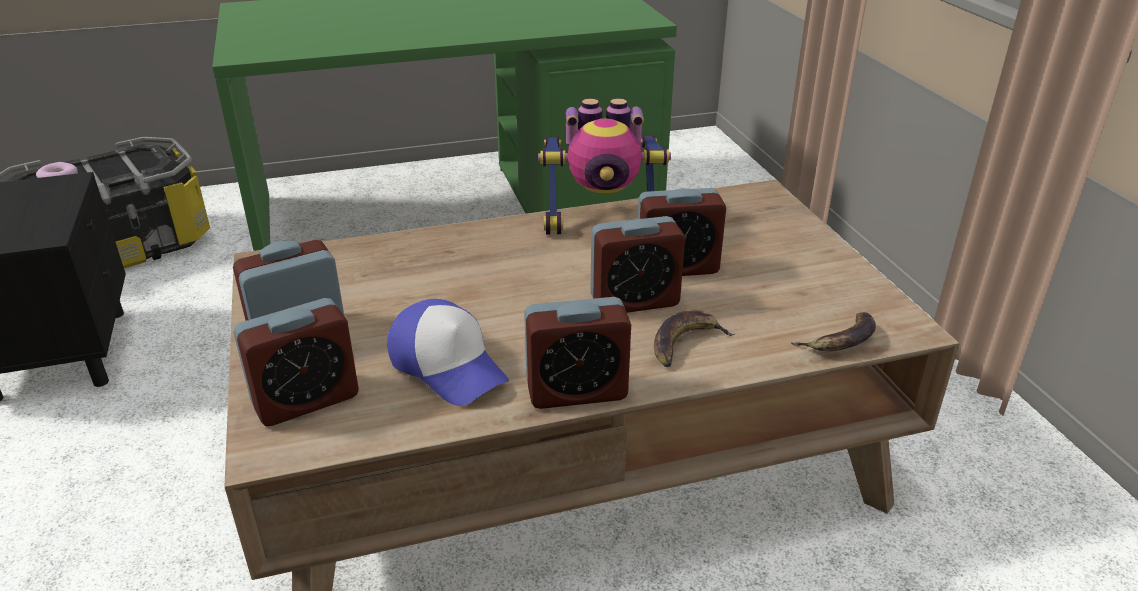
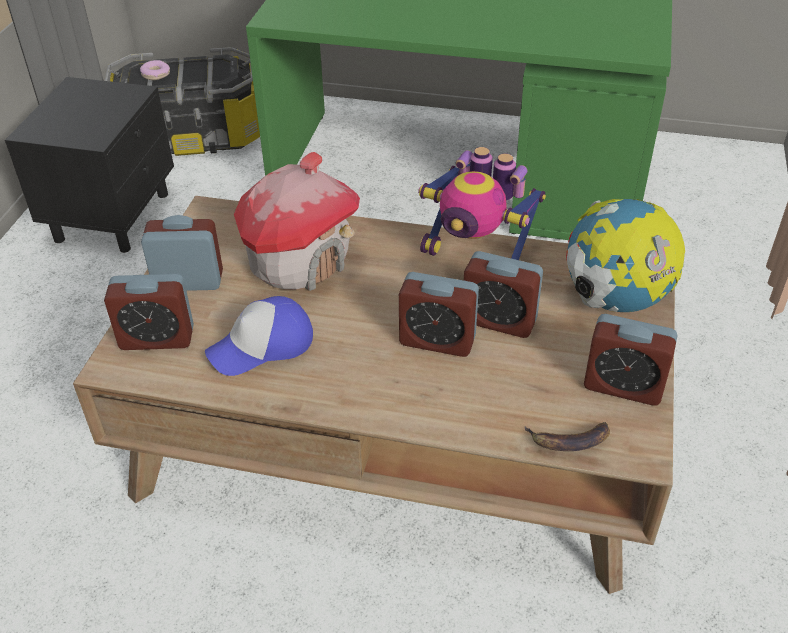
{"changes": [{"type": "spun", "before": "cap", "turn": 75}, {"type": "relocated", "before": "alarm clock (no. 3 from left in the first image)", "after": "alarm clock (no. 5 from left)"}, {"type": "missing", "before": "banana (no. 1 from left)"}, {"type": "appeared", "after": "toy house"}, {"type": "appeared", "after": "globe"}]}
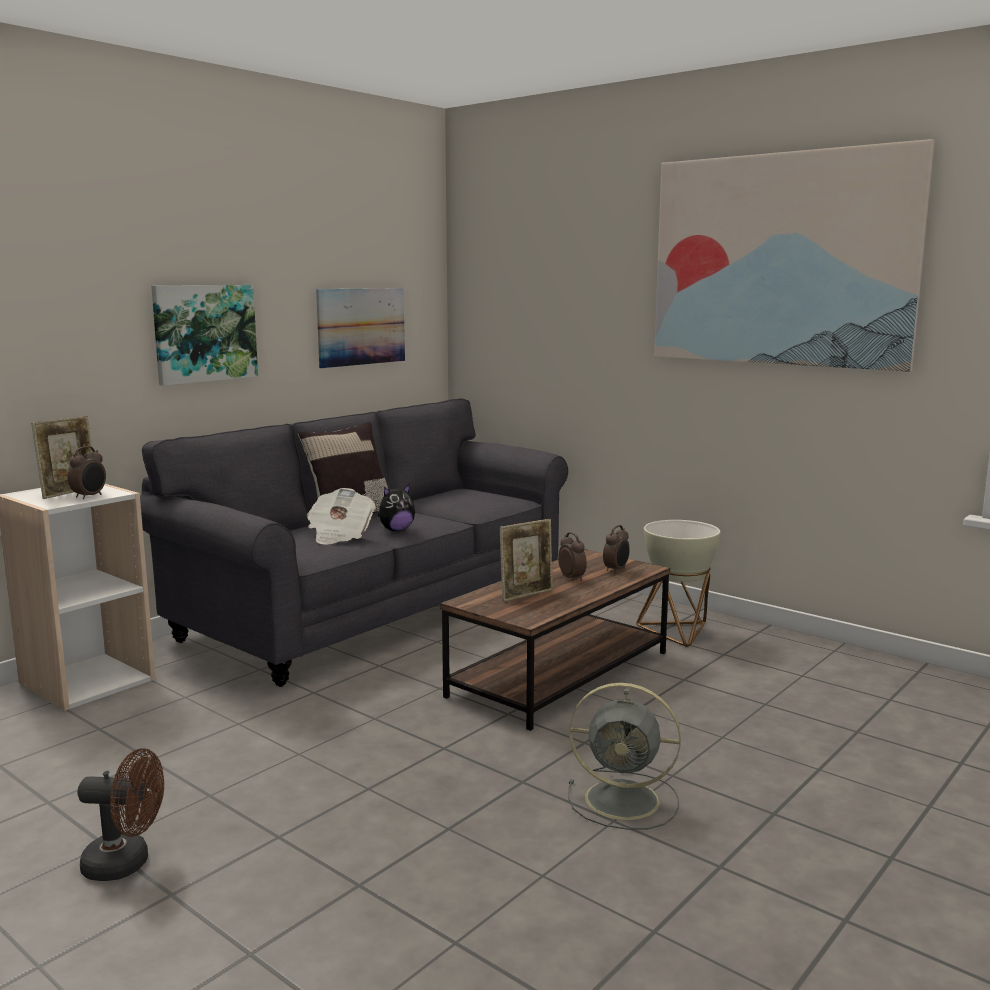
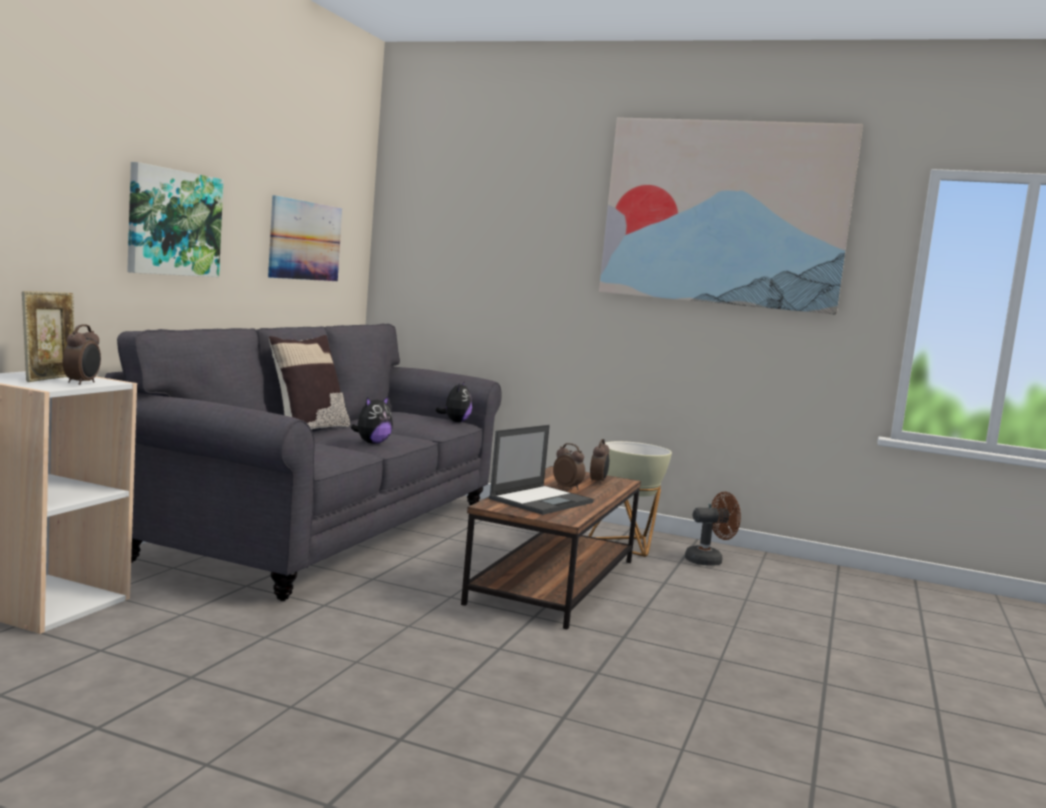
{"changes": [{"type": "relocated", "before": "fan (brown)"}, {"type": "missing", "before": "newspaper"}, {"type": "exchanged", "before": "picture frame (no. 2 from left)", "after": "laptop"}, {"type": "missing", "before": "fan (grey)"}, {"type": "appeared", "after": "plush toy (no. 2 from left)"}]}
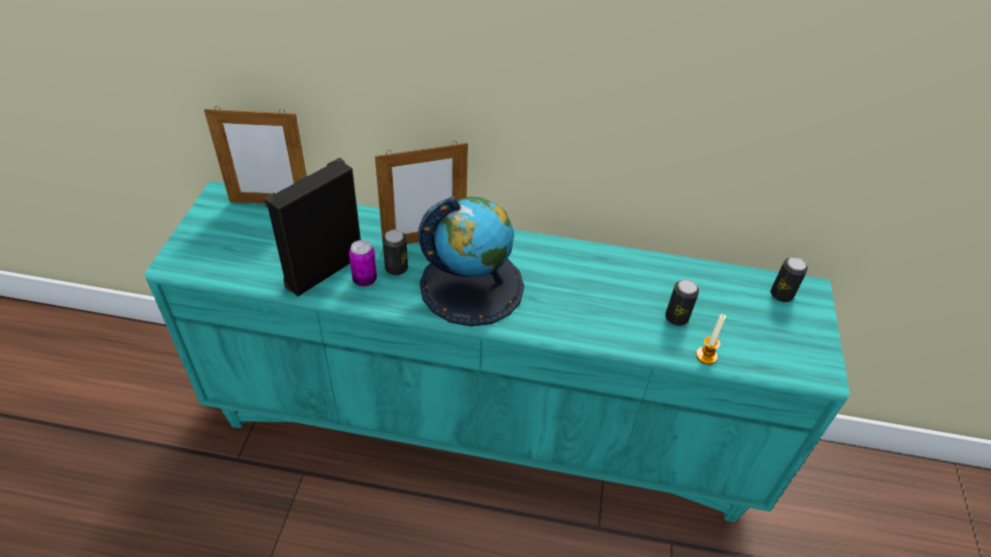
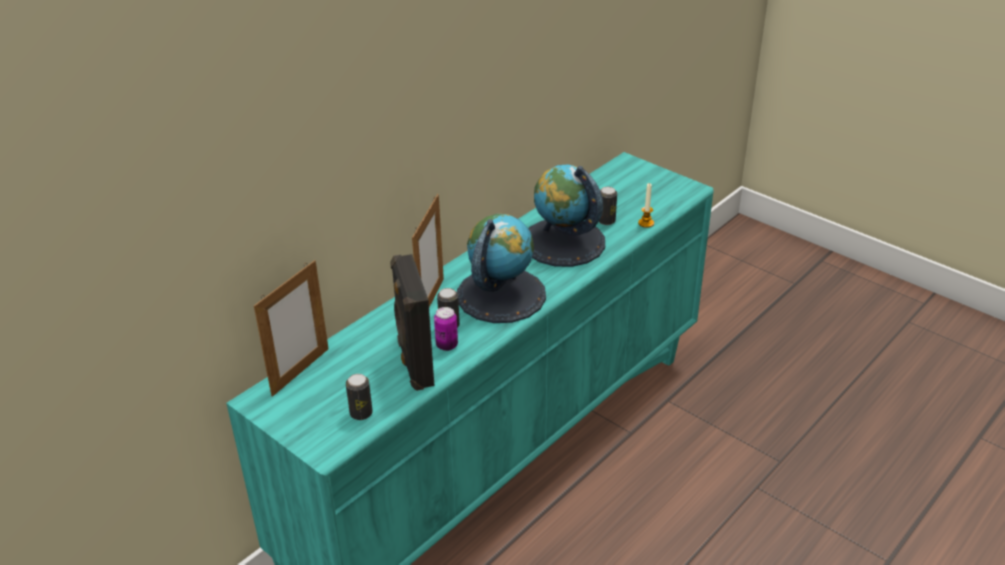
{"changes": [{"type": "relocated", "before": "can (no. 4 from left in the first image)", "after": "can (no. 1 from left)"}, {"type": "appeared", "after": "globe (no. 2 from left)"}]}
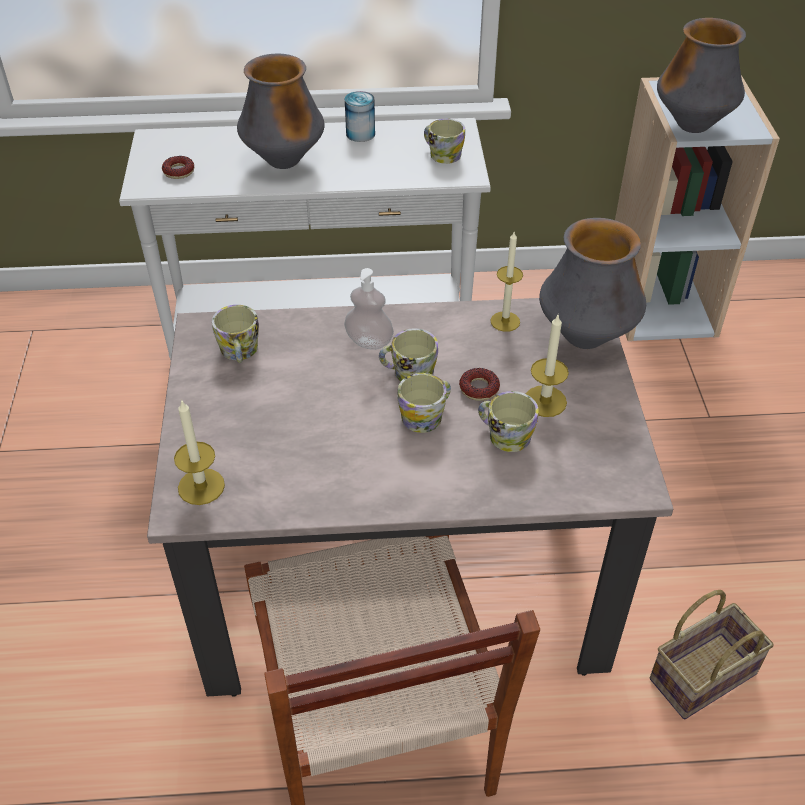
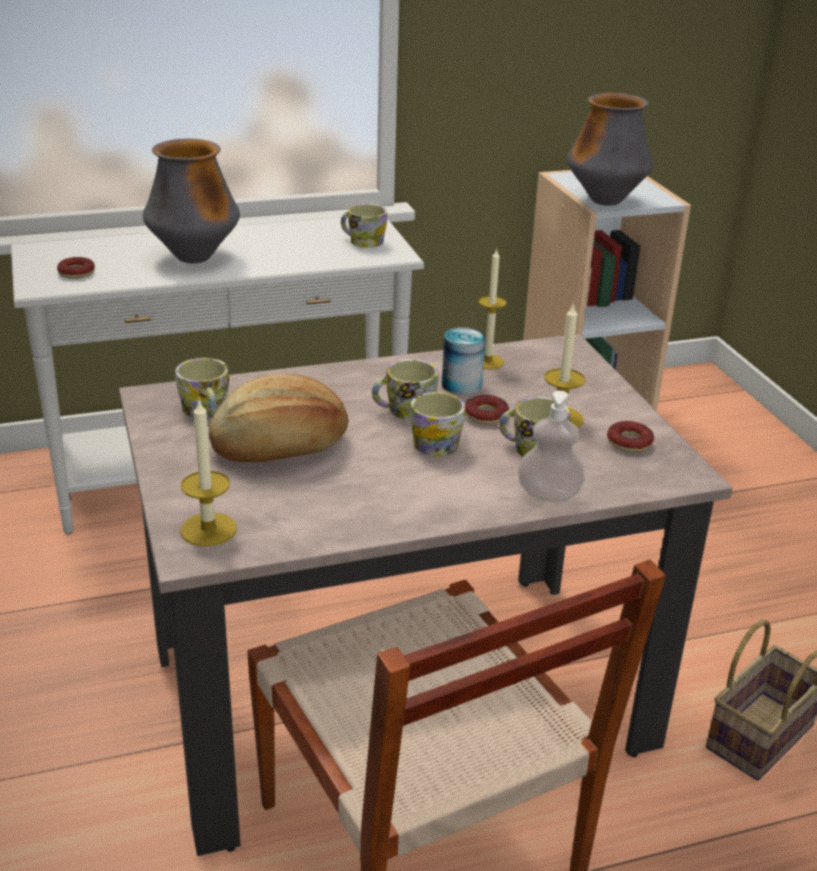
{"changes": [{"type": "relocated", "before": "soap dispenser"}, {"type": "relocated", "before": "can"}, {"type": "missing", "before": "vase (no. 2 from left)"}, {"type": "appeared", "after": "bread"}, {"type": "appeared", "after": "donut (no. 3 from left)"}]}
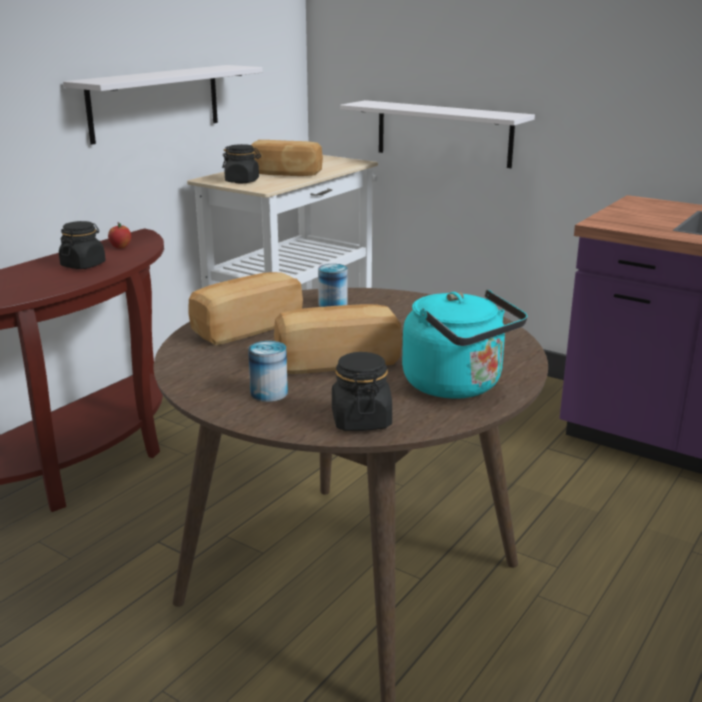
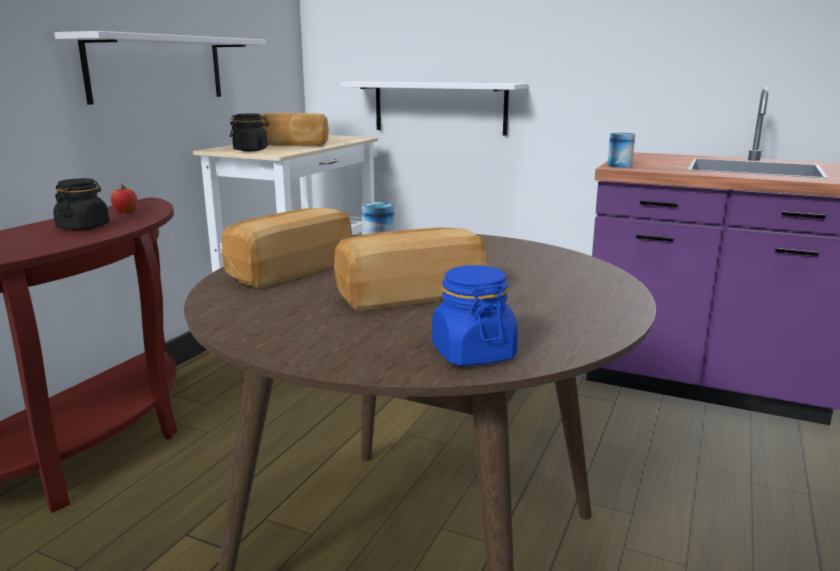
{"changes": [{"type": "relocated", "before": "can (no. 1 from left in the first image)", "after": "can (no. 2 from left)"}, {"type": "colour", "before": "jar (black) (no. 3 from left)", "after": "jar (blue)"}, {"type": "missing", "before": "kettle (turquoise)"}]}
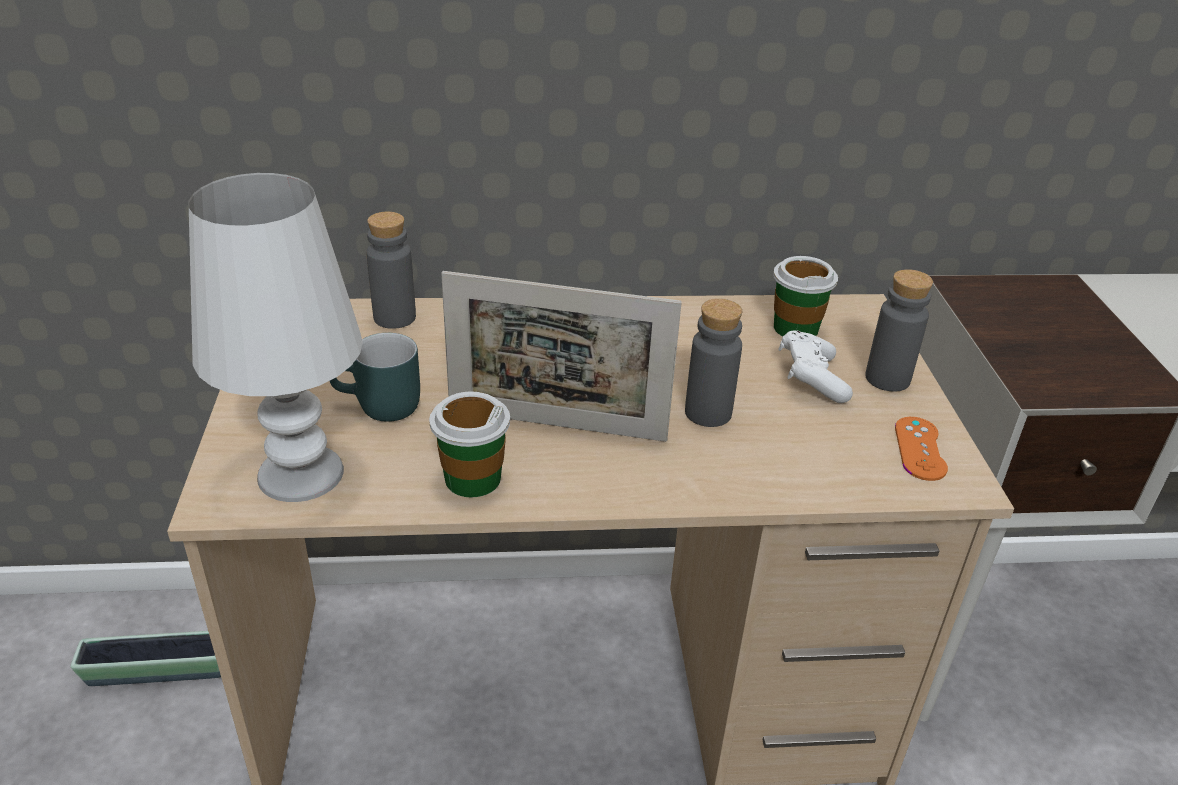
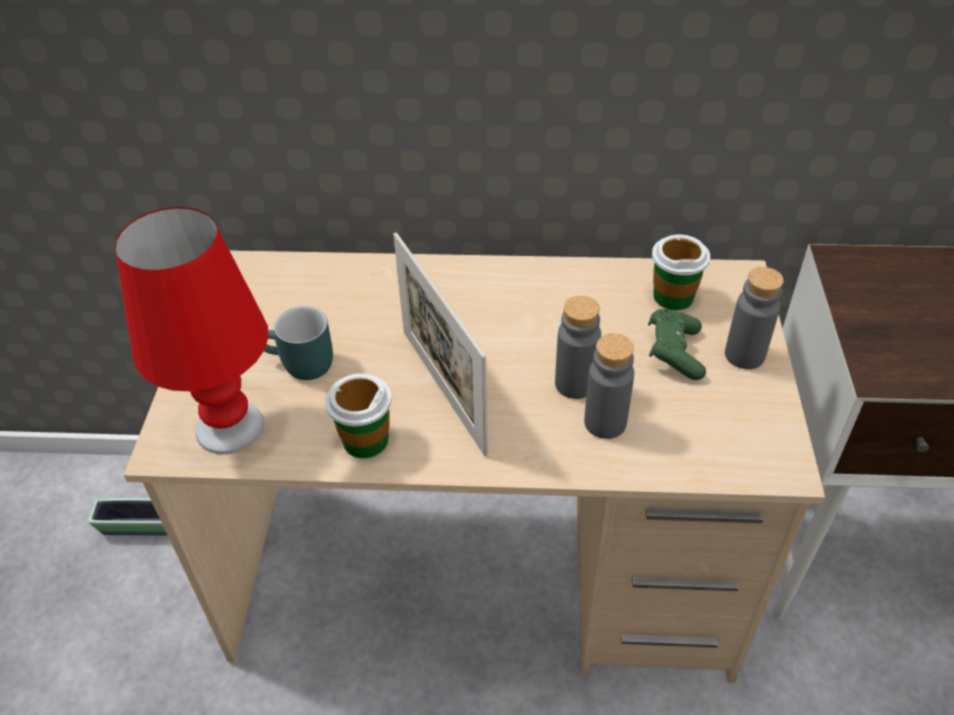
{"changes": [{"type": "colour", "before": "table lamp (white)", "after": "table lamp (red)"}, {"type": "relocated", "before": "bottle (grey) (no. 1 from left in the first image)", "after": "bottle (grey) (no. 2 from left)"}, {"type": "spun", "before": "picture frame", "turn": 45}, {"type": "colour", "before": "game controller (white)", "after": "game controller (green)"}, {"type": "missing", "before": "game controller (orange)"}]}
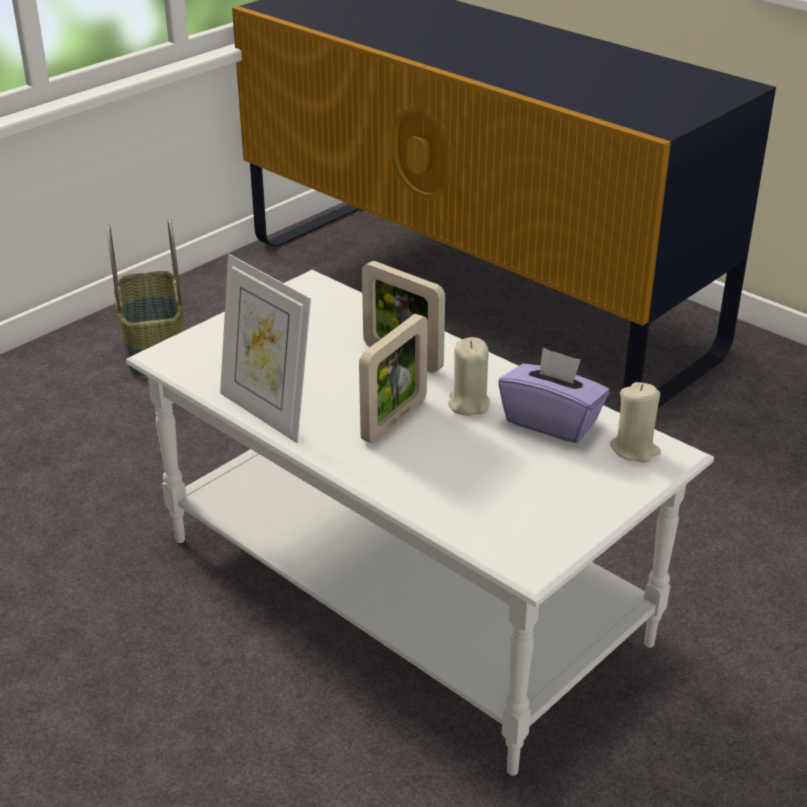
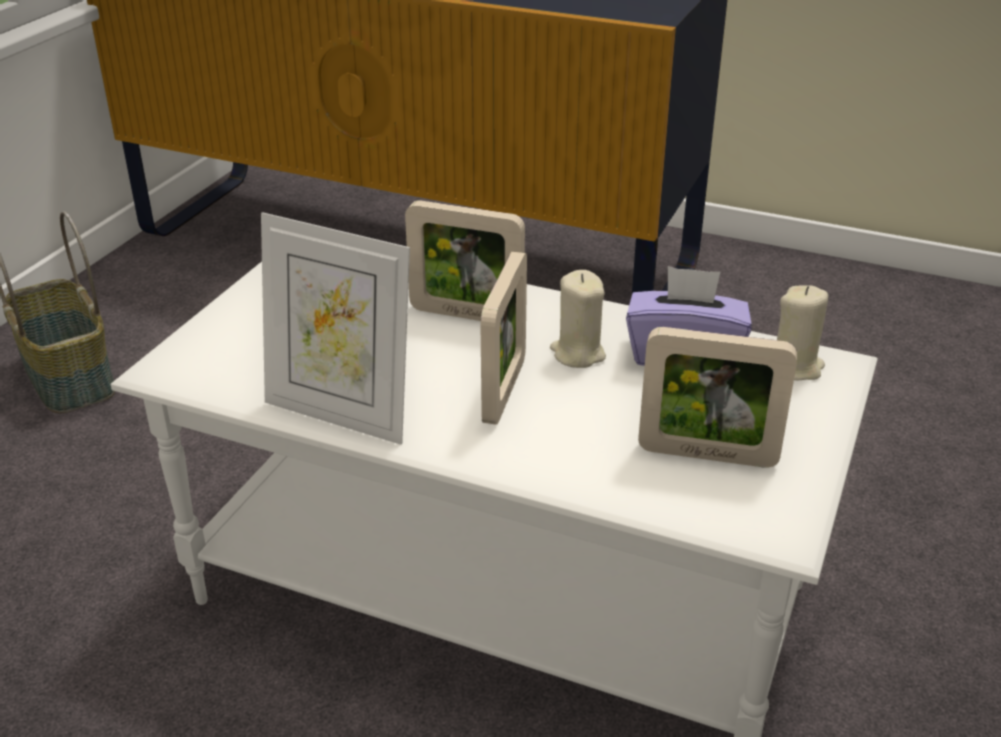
{"changes": [{"type": "appeared", "after": "picture frame (no. 4 from left)"}]}
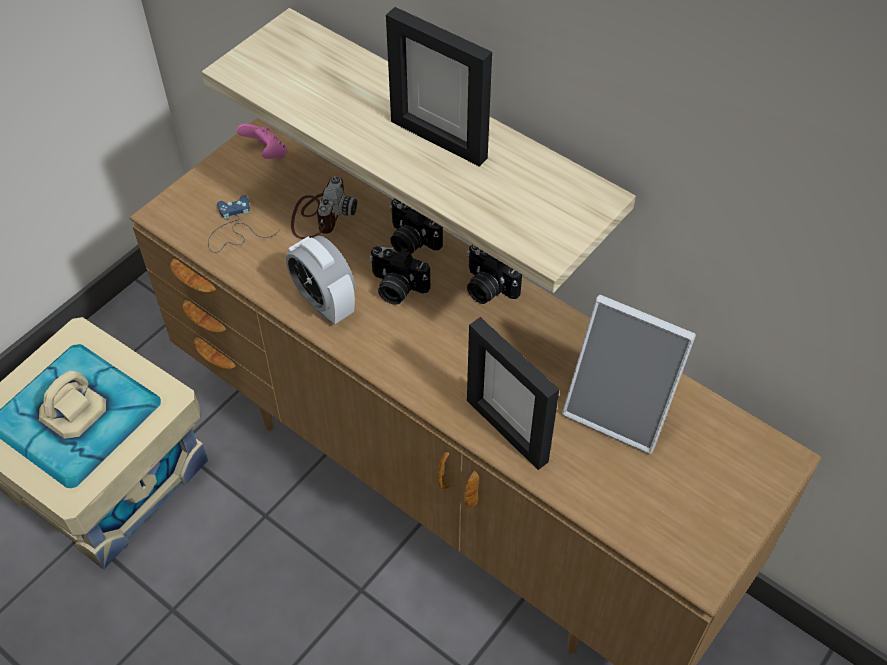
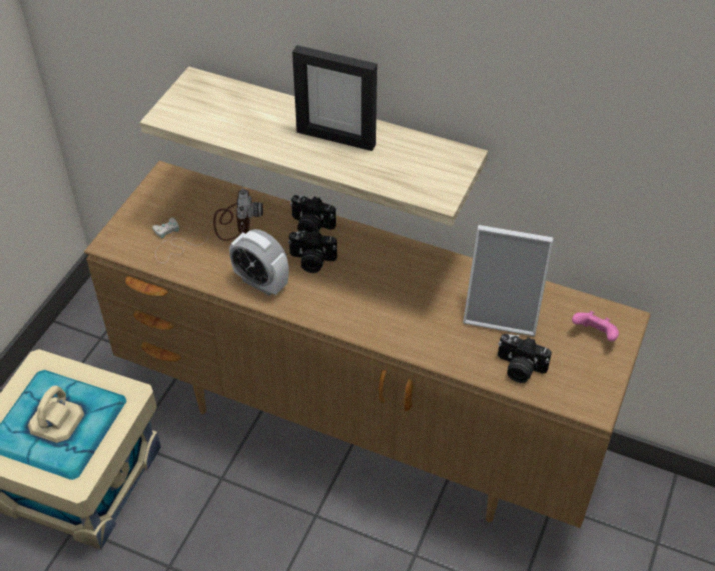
{"changes": [{"type": "colour", "before": "game controller (blue)", "after": "game controller (white)"}, {"type": "relocated", "before": "game controller (pink)"}, {"type": "relocated", "before": "photo camera (no. 4 from left)"}, {"type": "missing", "before": "picture frame (no. 2 from left)"}]}
